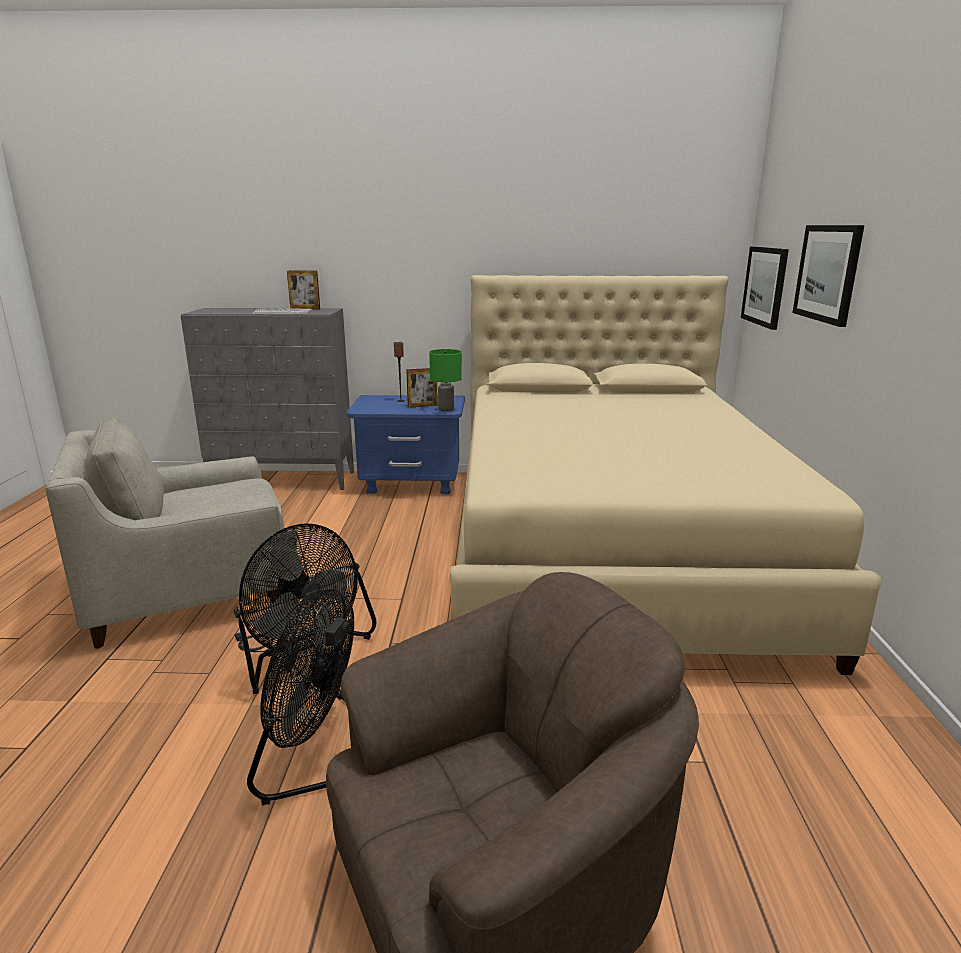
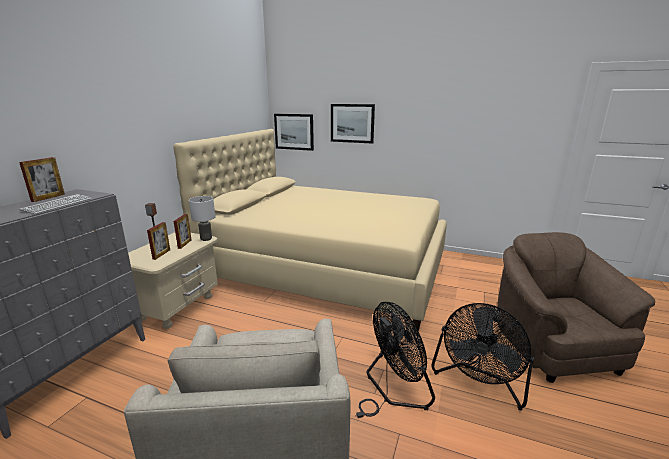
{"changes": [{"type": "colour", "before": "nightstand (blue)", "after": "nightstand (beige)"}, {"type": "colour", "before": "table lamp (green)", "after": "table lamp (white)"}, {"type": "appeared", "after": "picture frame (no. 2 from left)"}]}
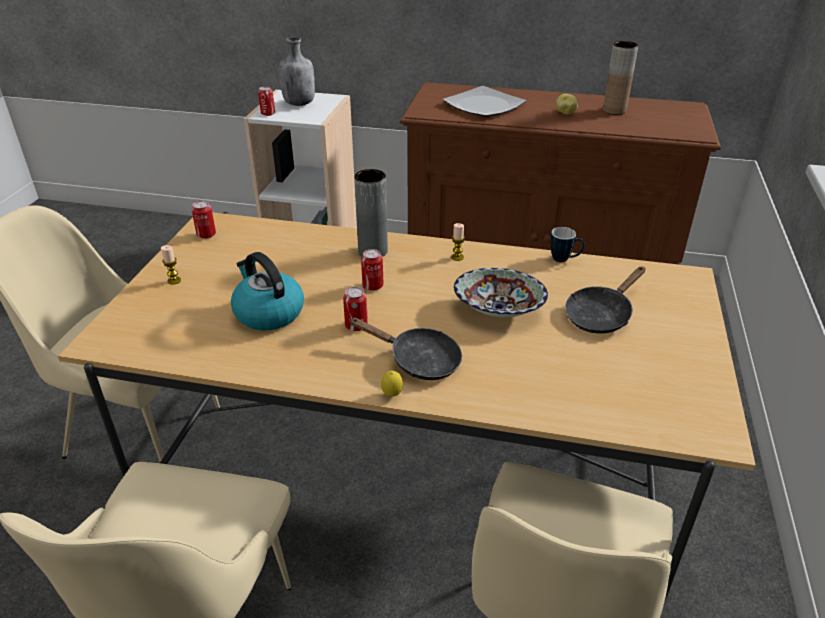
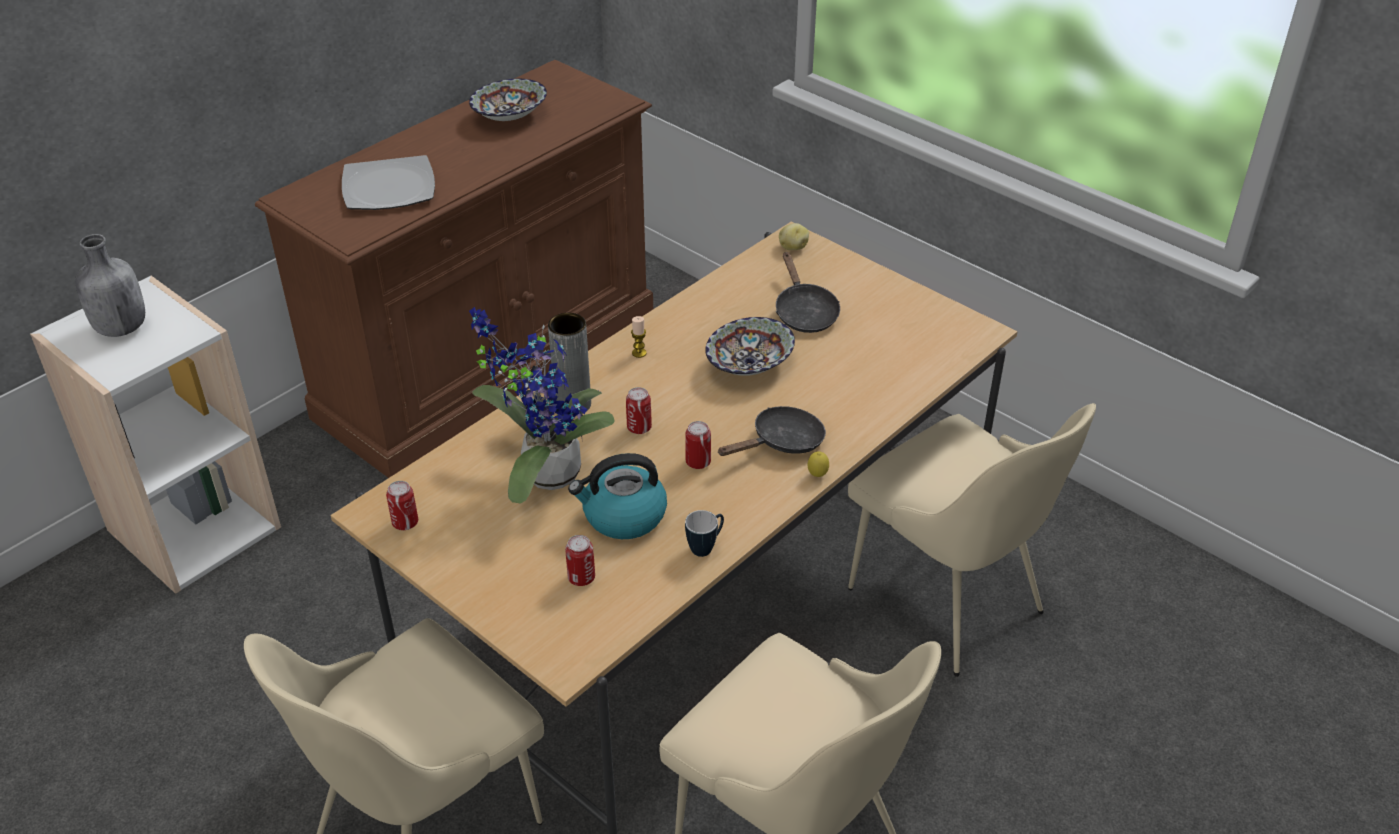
{"changes": [{"type": "missing", "before": "candle (no. 1 from left)"}, {"type": "relocated", "before": "can (no. 2 from left)"}, {"type": "relocated", "before": "mug"}, {"type": "relocated", "before": "potato"}, {"type": "exchanged", "before": "vase (brown)", "after": "bowl (no. 1 from left)"}, {"type": "appeared", "after": "potted plant"}]}
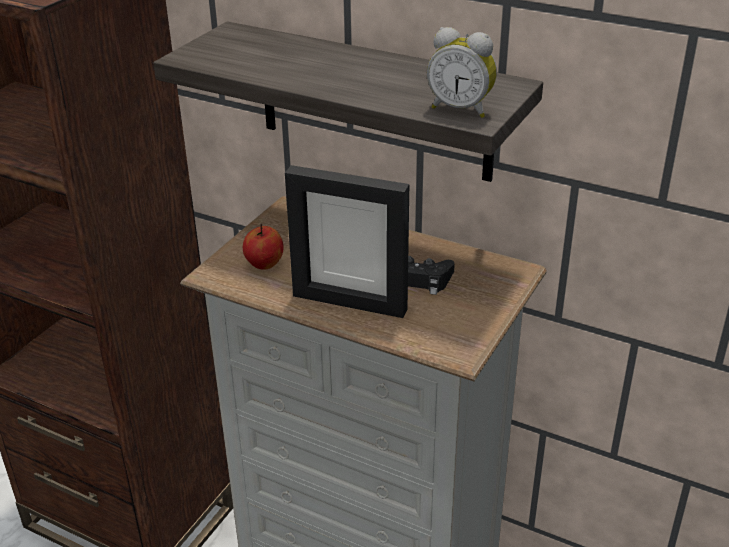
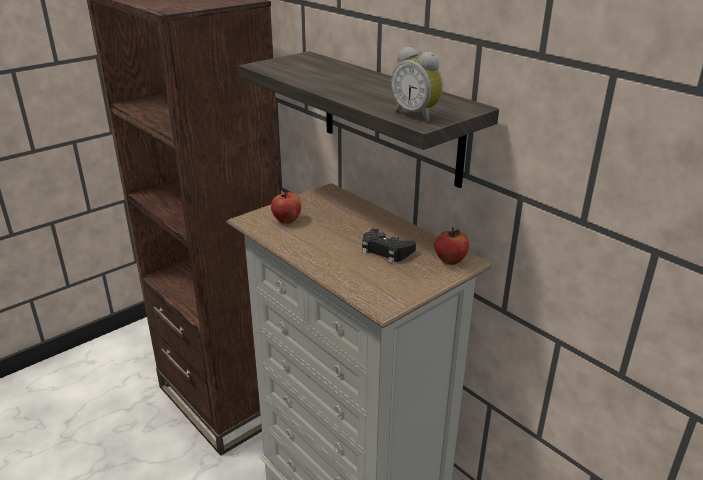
{"changes": [{"type": "missing", "before": "picture frame"}, {"type": "appeared", "after": "apple (no. 2 from left)"}]}
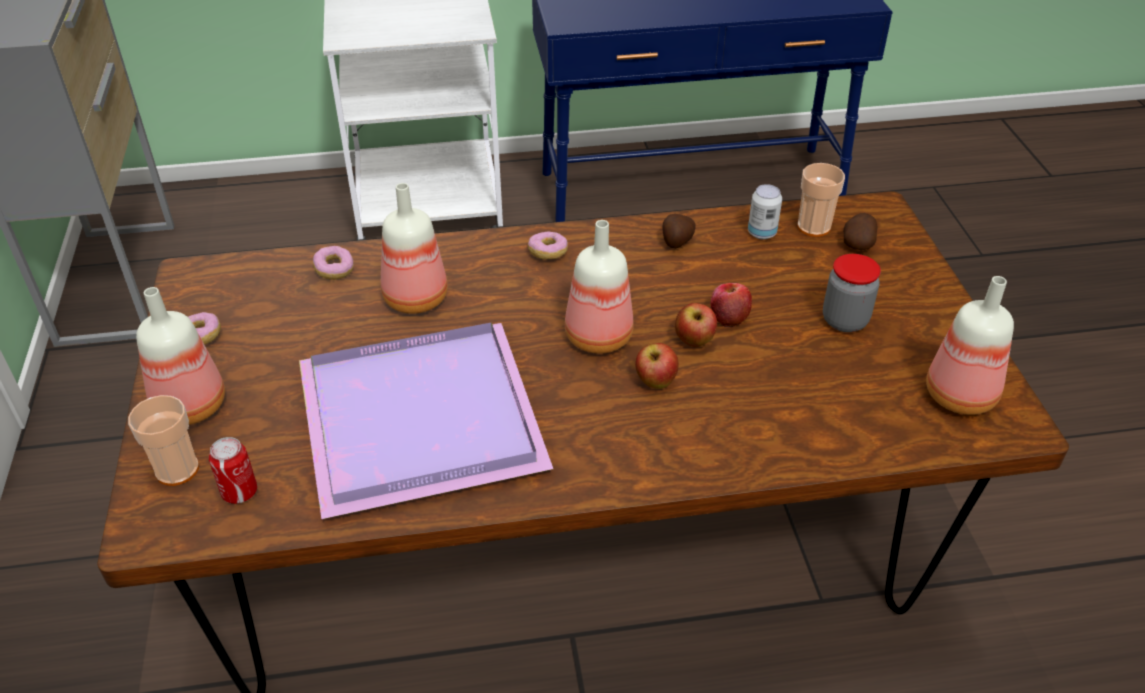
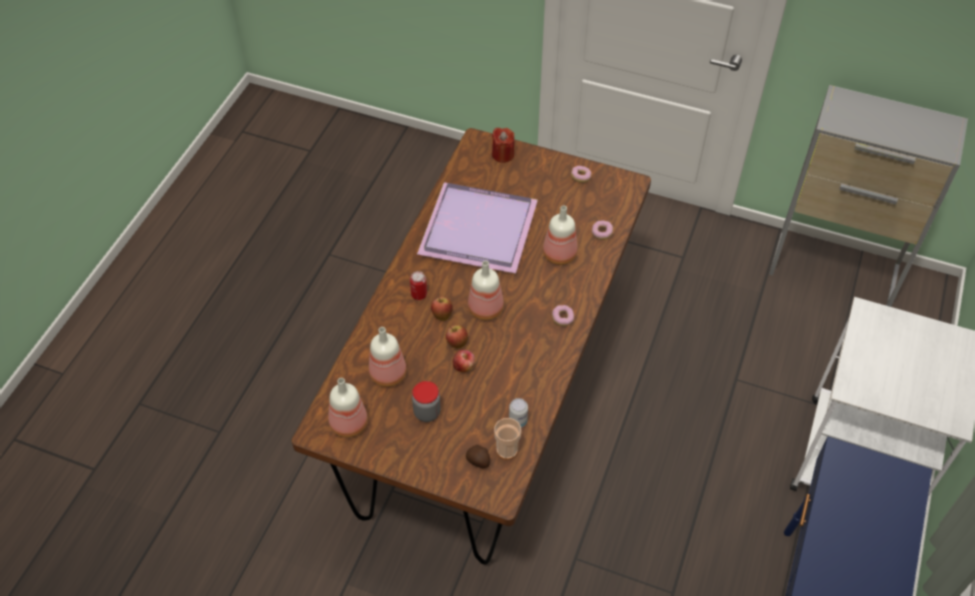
{"changes": [{"type": "exchanged", "before": "cup (no. 1 from left)", "after": "candle (red)"}, {"type": "relocated", "before": "bottle (no. 1 from left in the first image)", "after": "bottle (no. 2 from left)"}, {"type": "relocated", "before": "can (no. 1 from left)"}, {"type": "missing", "before": "potato (no. 1 from left)"}]}
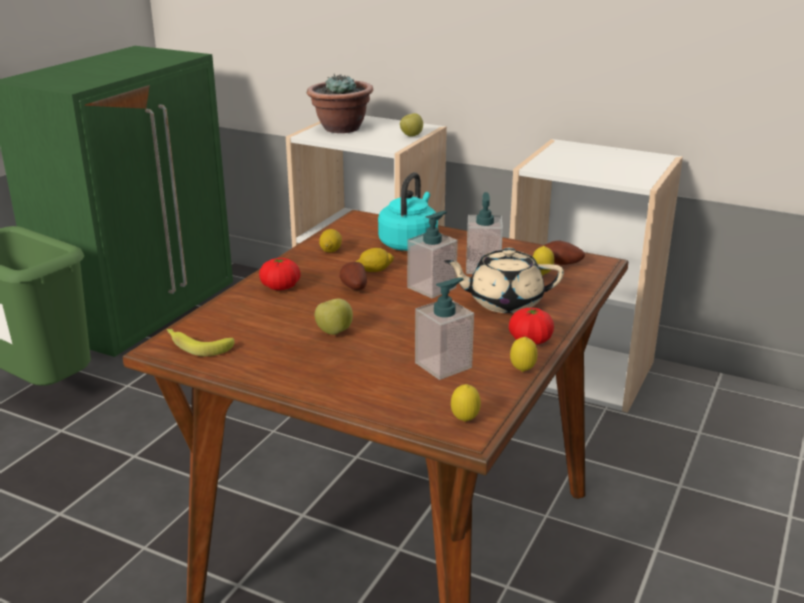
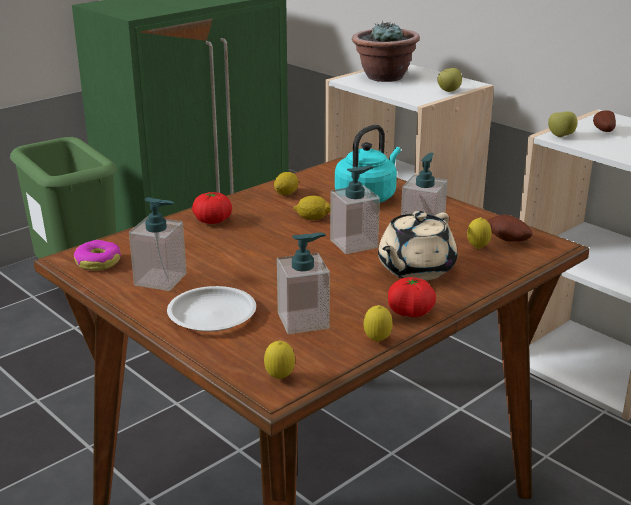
{"changes": [{"type": "exchanged", "before": "banana", "after": "donut"}, {"type": "relocated", "before": "apple (no. 1 from left in the first image)", "after": "apple (no. 2 from left)"}, {"type": "relocated", "before": "potato (no. 1 from left in the first image)", "after": "potato (no. 2 from left)"}, {"type": "spun", "before": "teapot (beige)", "turn": -75}, {"type": "appeared", "after": "soap dispenser (no. 1 from left)"}, {"type": "appeared", "after": "plate (white)"}]}
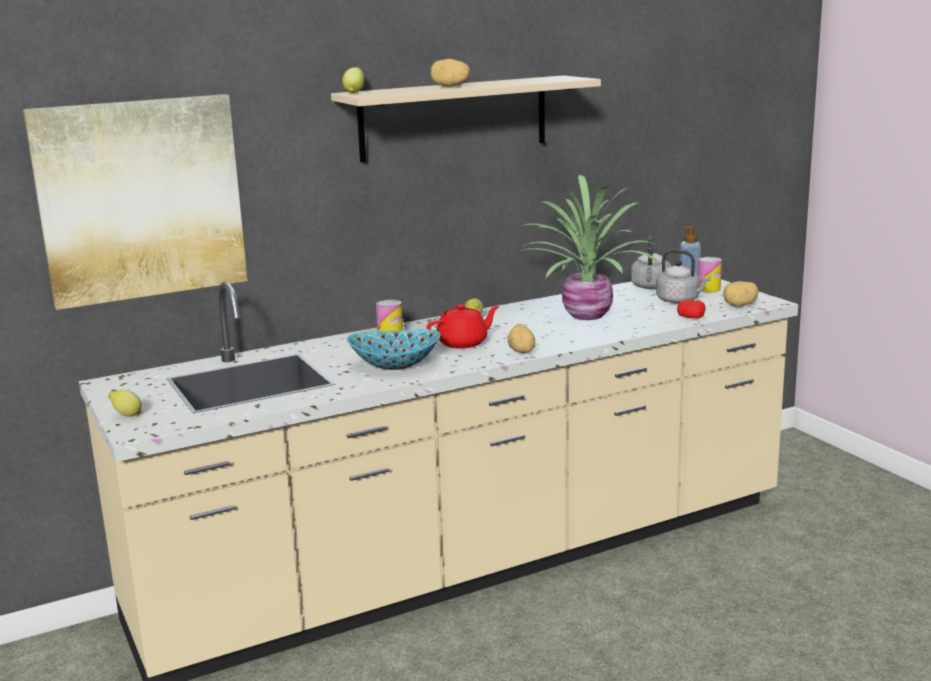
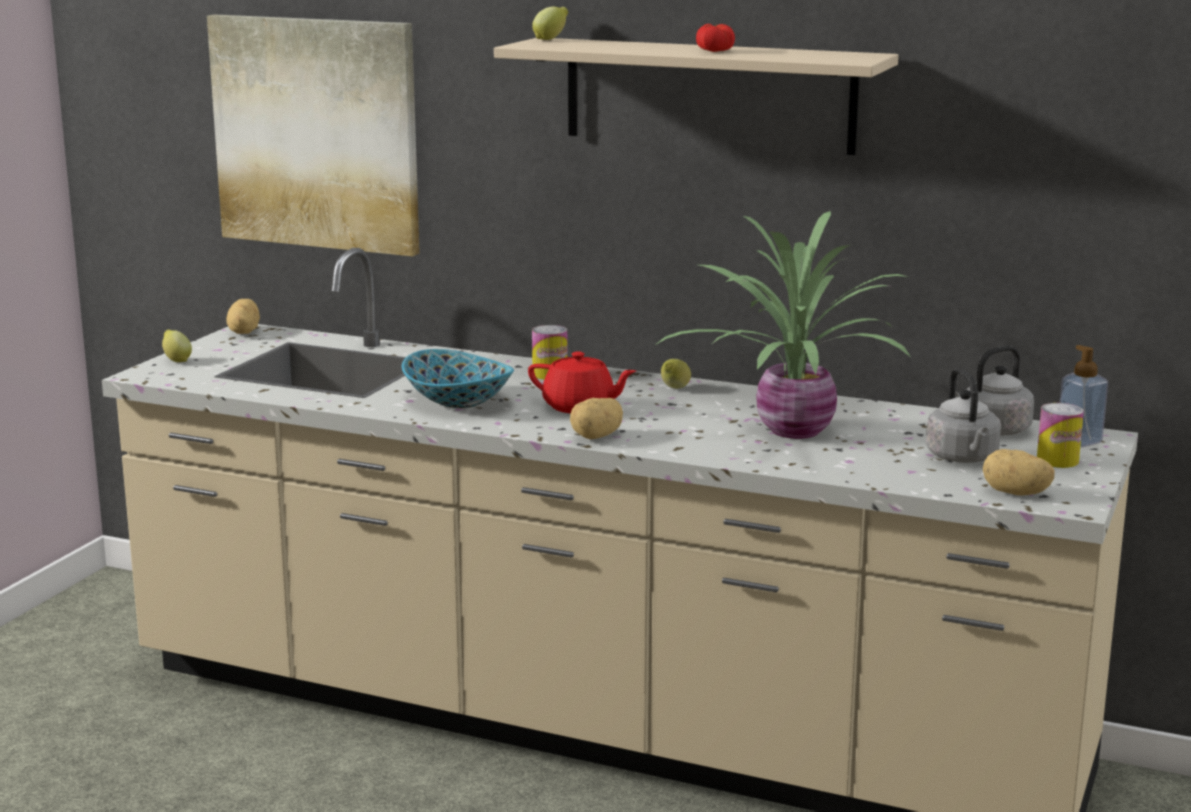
{"changes": [{"type": "relocated", "before": "potato (no. 1 from left)"}, {"type": "relocated", "before": "tomato"}]}
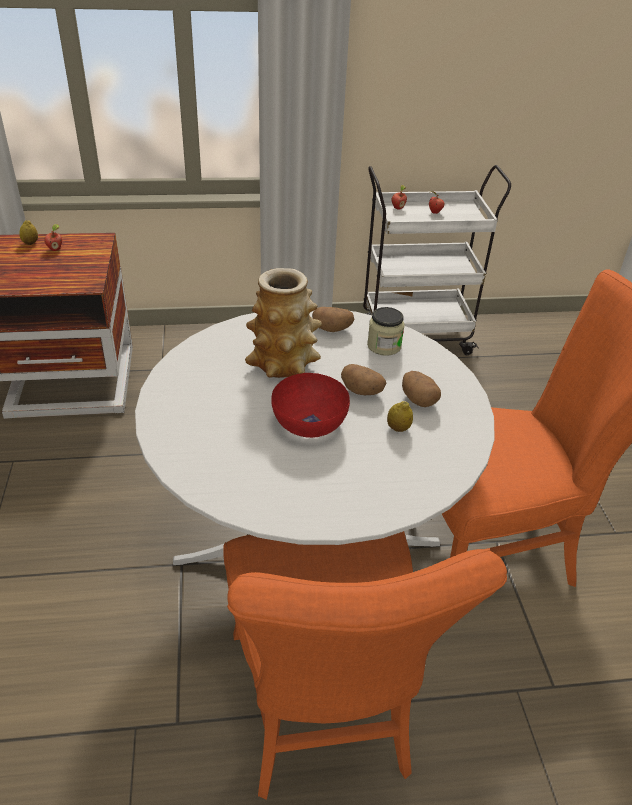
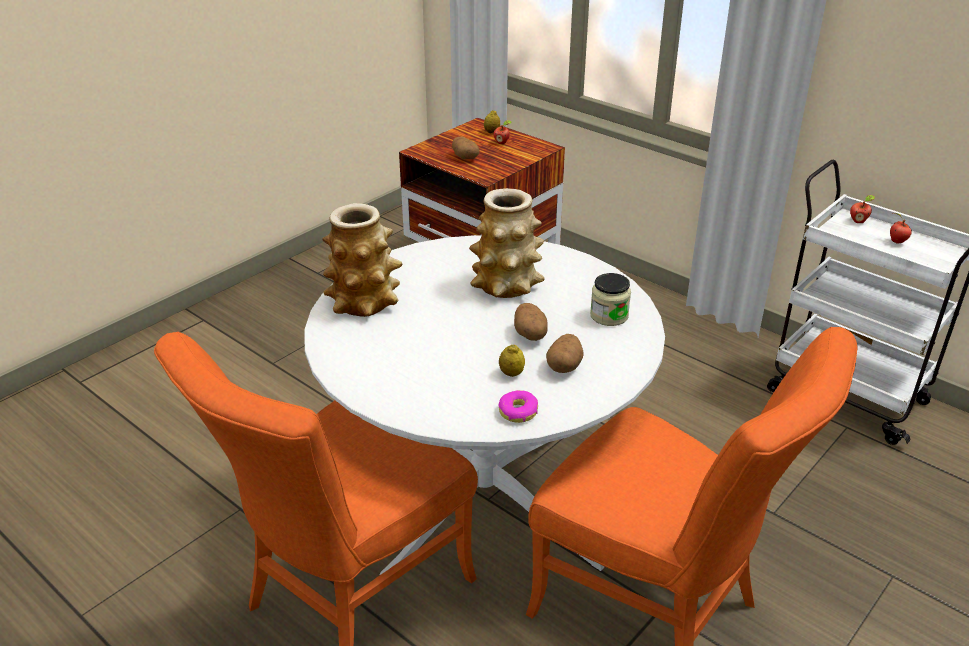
{"changes": [{"type": "missing", "before": "bowl (red)"}, {"type": "relocated", "before": "potato (no. 1 from left)"}, {"type": "appeared", "after": "vase (no. 1 from left)"}, {"type": "appeared", "after": "donut"}]}
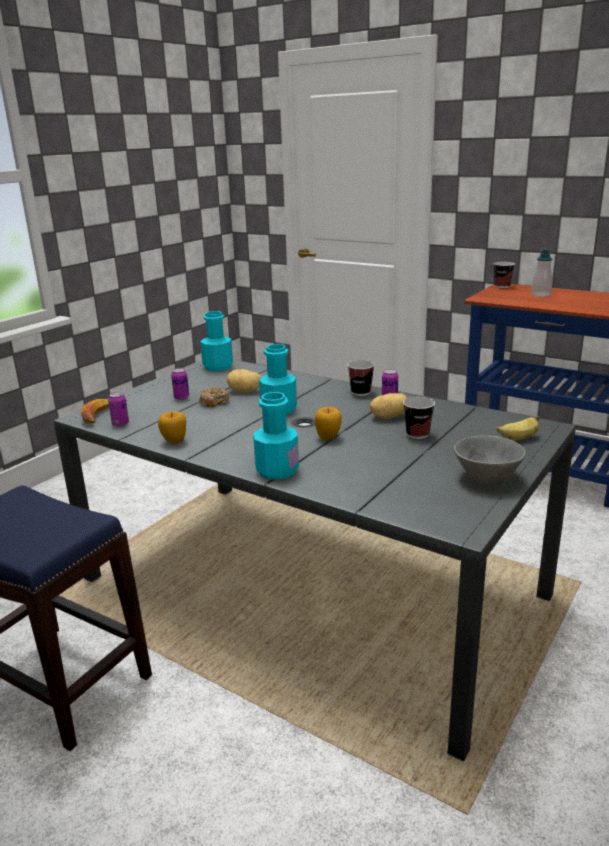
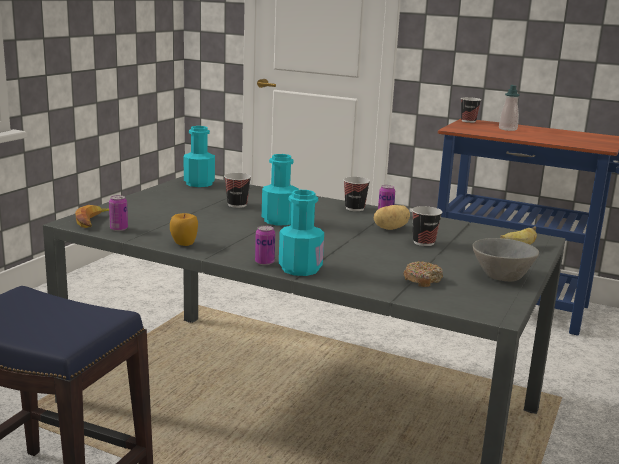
{"changes": [{"type": "relocated", "before": "can (no. 2 from left)"}, {"type": "relocated", "before": "donut"}, {"type": "exchanged", "before": "potato (no. 1 from left)", "after": "cup (no. 1 from left)"}, {"type": "missing", "before": "apple (no. 2 from left)"}]}
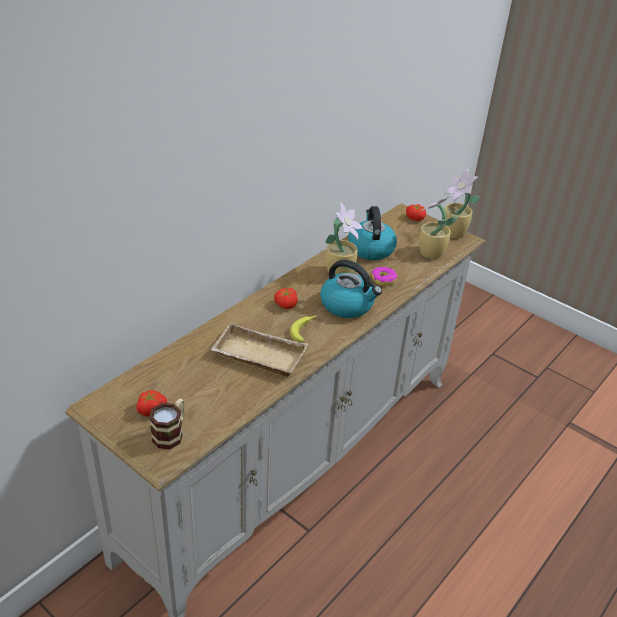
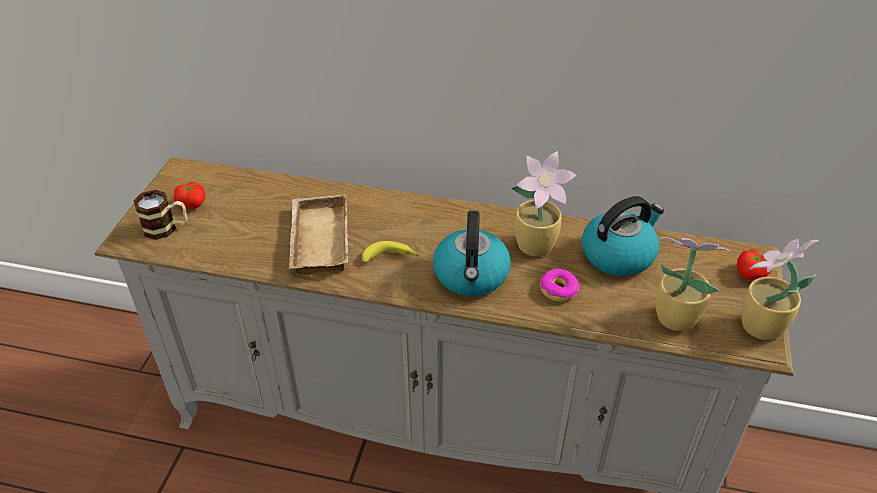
{"changes": [{"type": "missing", "before": "tomato (no. 2 from left)"}]}
